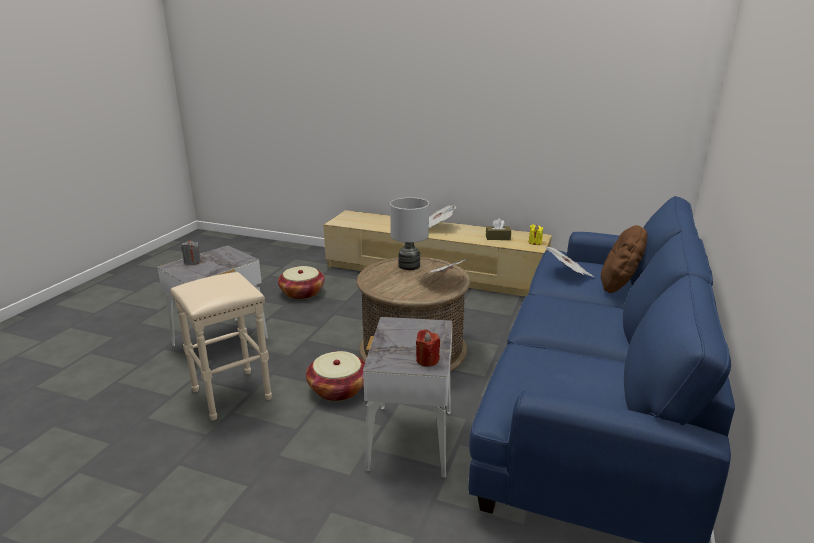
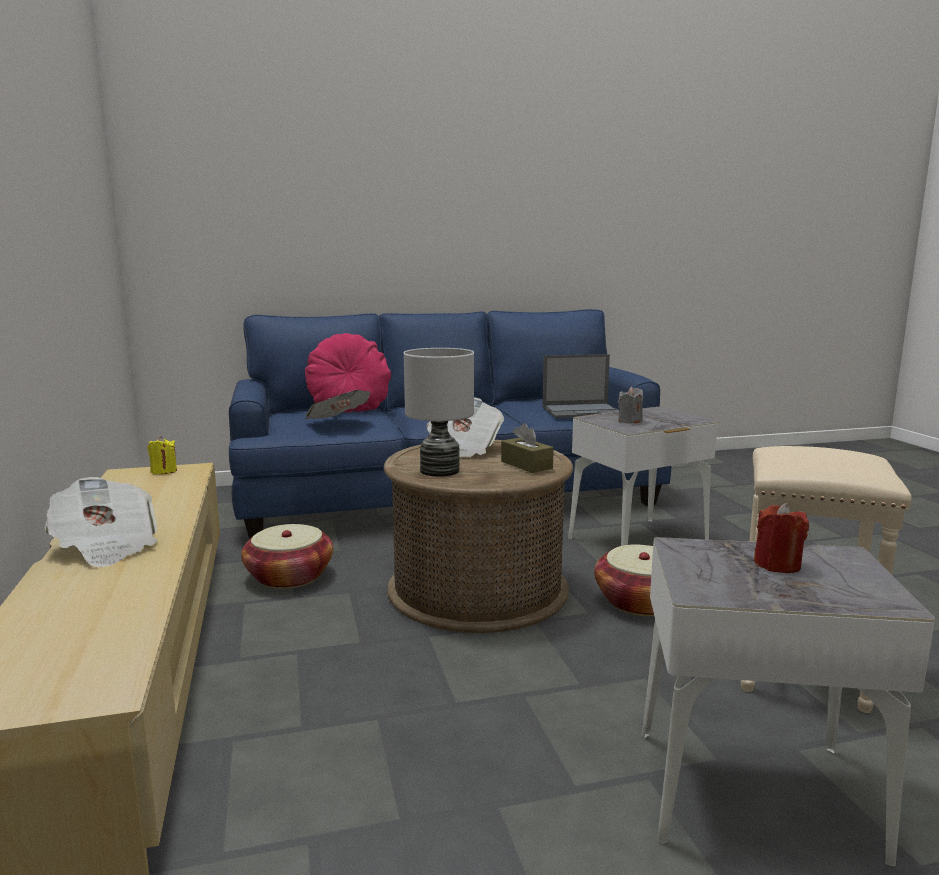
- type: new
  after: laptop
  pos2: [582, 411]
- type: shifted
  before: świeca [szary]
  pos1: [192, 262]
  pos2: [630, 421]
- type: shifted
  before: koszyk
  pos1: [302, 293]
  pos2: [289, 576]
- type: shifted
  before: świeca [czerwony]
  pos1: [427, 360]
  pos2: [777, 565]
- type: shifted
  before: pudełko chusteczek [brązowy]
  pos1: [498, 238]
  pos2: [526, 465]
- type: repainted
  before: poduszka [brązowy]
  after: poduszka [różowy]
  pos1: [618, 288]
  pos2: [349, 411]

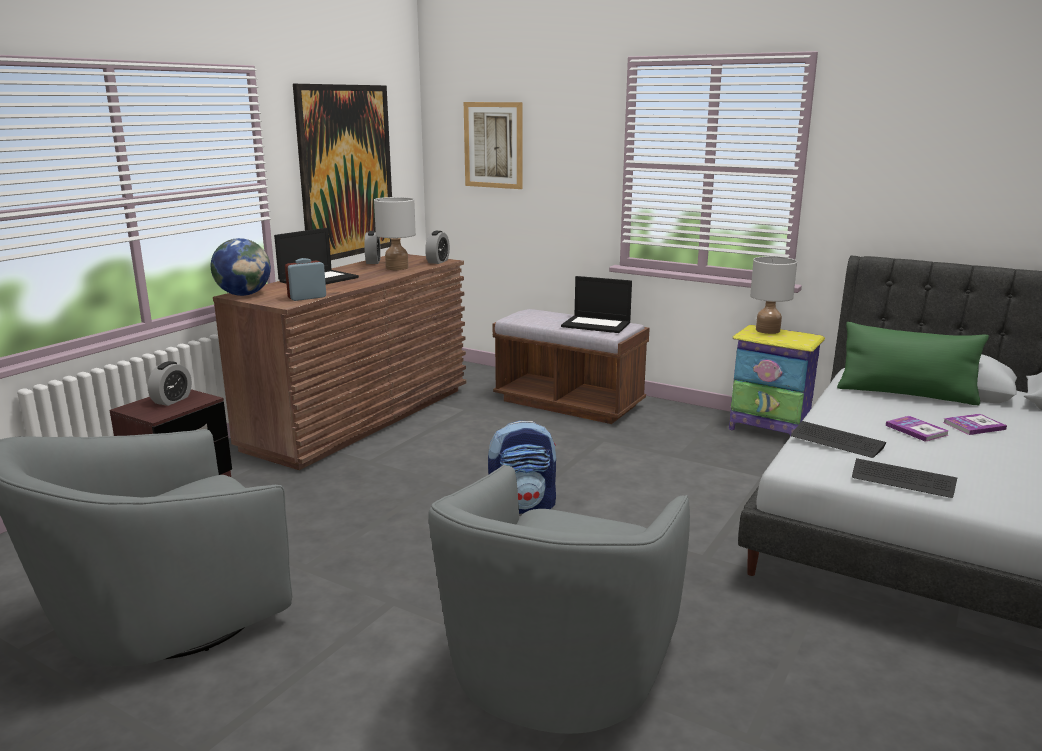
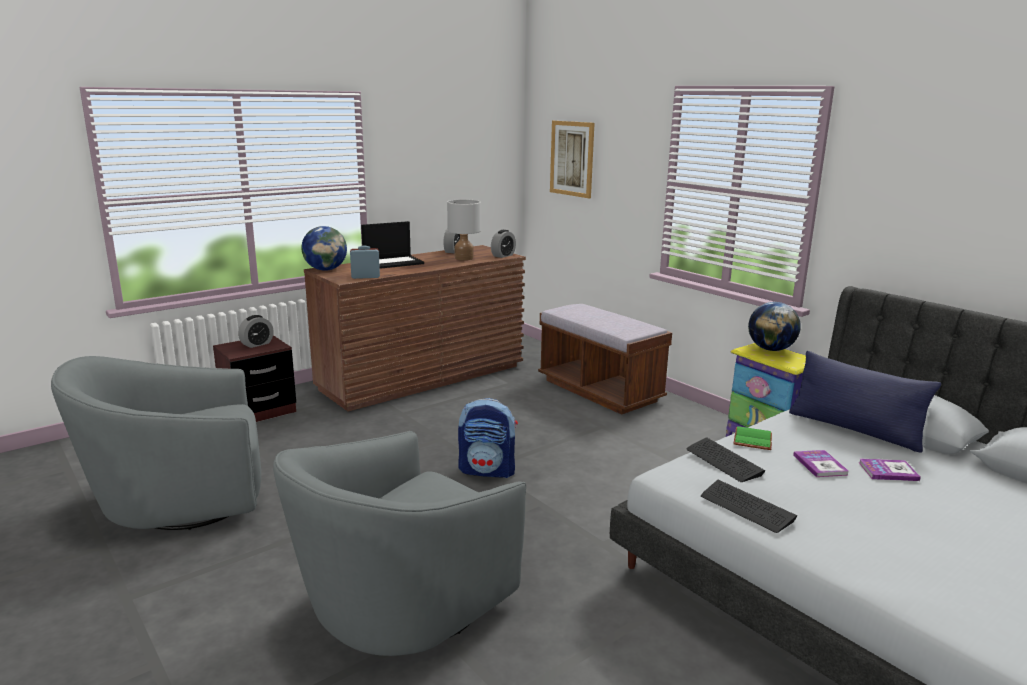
- type: gone
  before: obraz
  pos1: [346, 172]
- type: gone
  before: laptop
  pos1: [597, 324]
- type: new
  after: książka [zielony]
  pos2: [754, 440]
- type: swapped
  before: lampa stołowa [szary]
  after: globus
  pos1: [768, 330]
  pos2: [770, 349]
- type: repainted
  before: poduszka [zielony]
  after: poduszka [niebieski]
  pos1: [906, 394]
  pos2: [854, 429]

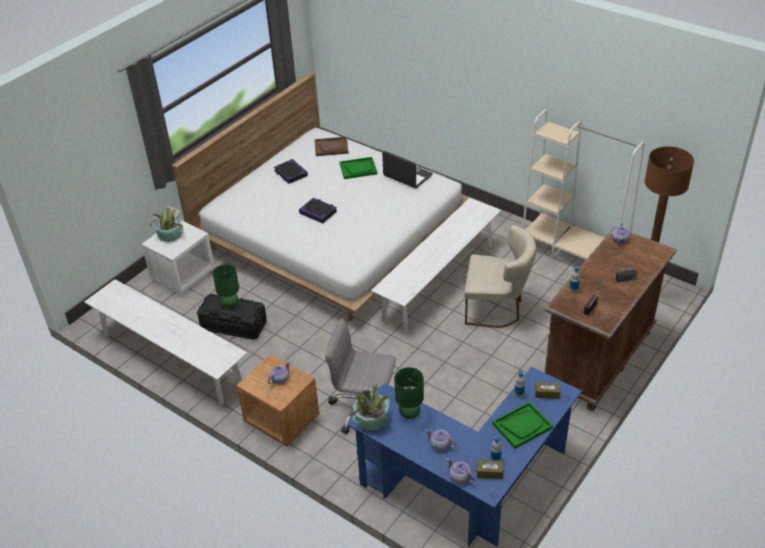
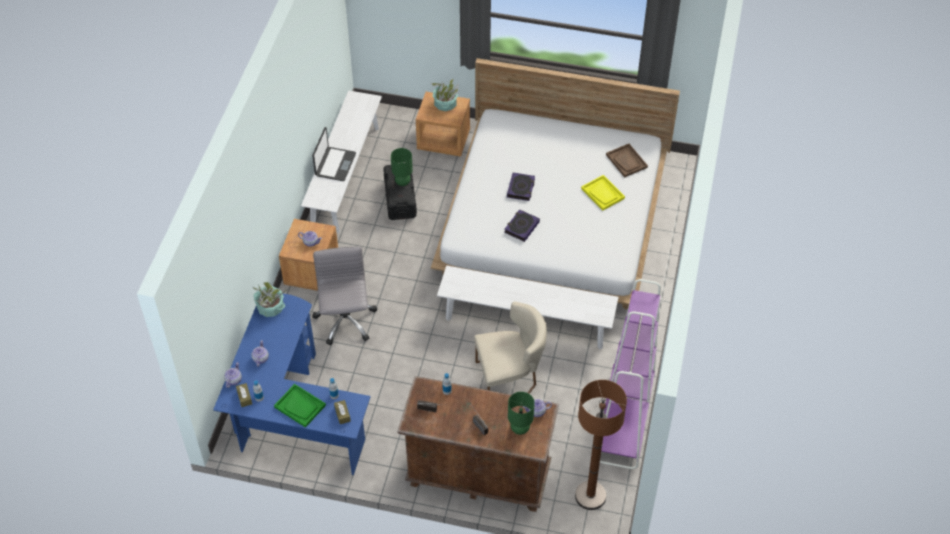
- type: shifted
  before: książka
  pos1: [290, 173]
  pos2: [521, 227]
- type: shifted
  before: laptop
  pos1: [407, 176]
  pos2: [335, 164]
- type: shifted
  before: lampa stołowa [zielony]
  pos1: [410, 413]
  pos2: [520, 428]
- type: repainted
  before: szafka nocna [biały]
  after: szafka nocna [brązowy]
  pos1: [183, 275]
  pos2: [444, 140]
- type: repainted
  before: taca [zielony]
  after: taca [żółty]
  pos1: [358, 169]
  pos2: [603, 193]
- type: repainted
  before: wieszak [beżowy]
  after: wieszak [fioletowy]
  pos1: [573, 253]
  pos2: [624, 420]
- type: rotated
  before: krzesło [beżowy]
  pos1: [496, 308]
  pos2: [510, 378]
  turn: -90

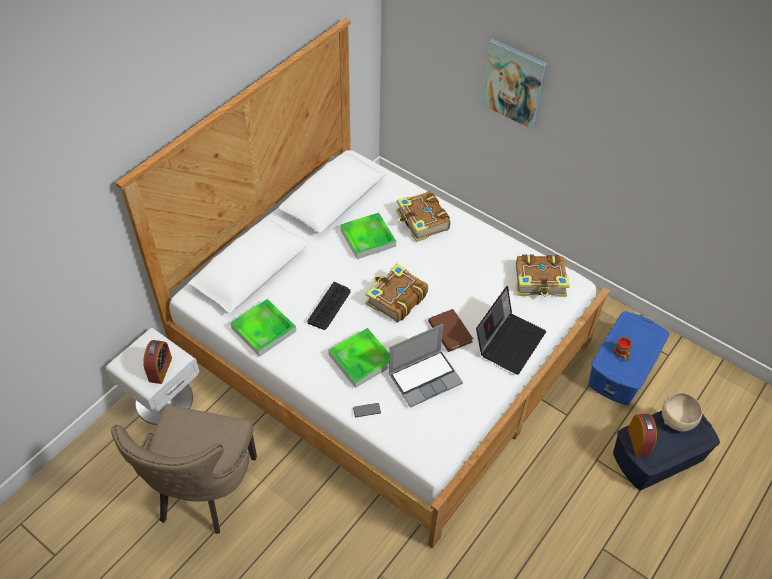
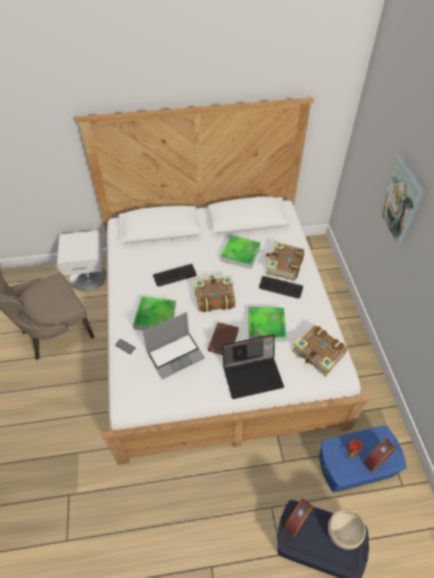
- type: new
  after: klawiatura
  pos2: [280, 287]
- type: shifted
  before: budzik
  pos1: [160, 369]
  pos2: [376, 459]
- type: shifted
  before: taca
  pos1: [263, 329]
  pos2: [266, 326]
- type: rotated
  before: laptop
  pos1: [425, 377]
  pos2: [175, 354]
  turn: -45

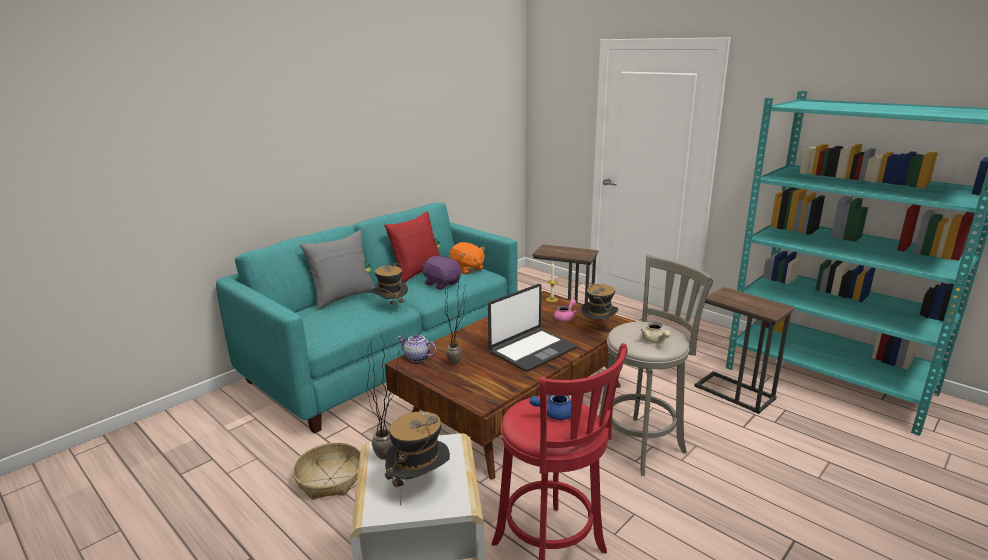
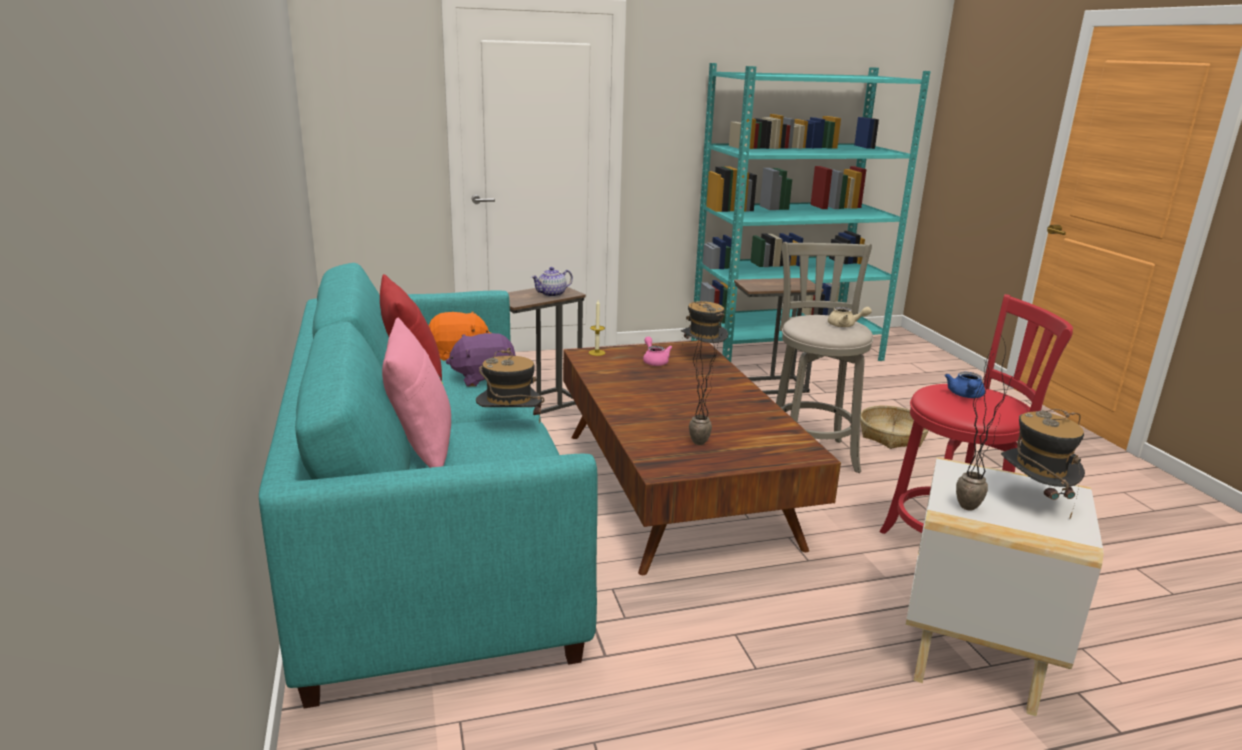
- type: gone
  before: laptop
  pos1: [532, 350]
- type: shifted
  before: koszyk
  pos1: [330, 478]
  pos2: [891, 436]
- type: shifted
  before: imbryk
  pos1: [417, 358]
  pos2: [552, 294]
- type: repainted
  before: poduszka [szary]
  after: poduszka [różowy]
  pos1: [343, 298]
  pos2: [421, 449]

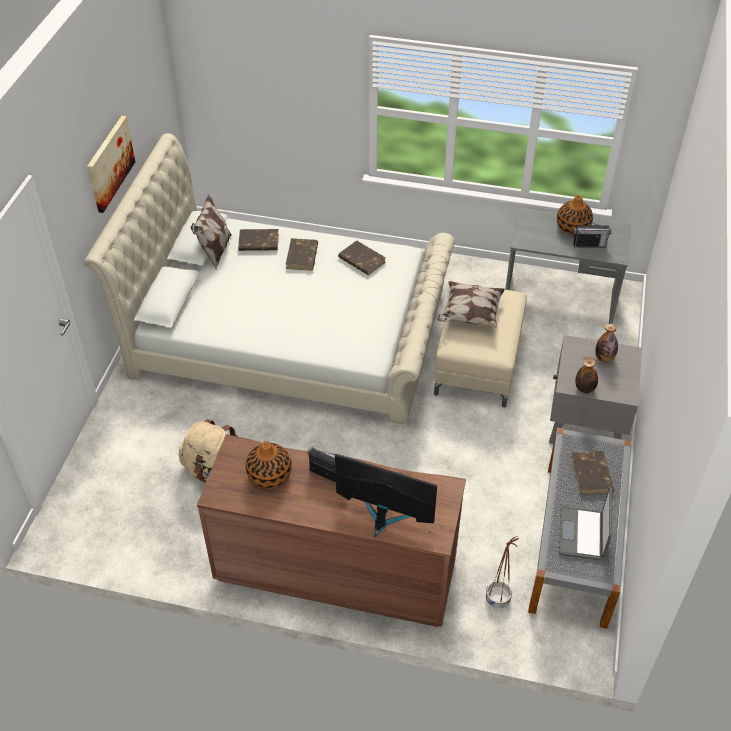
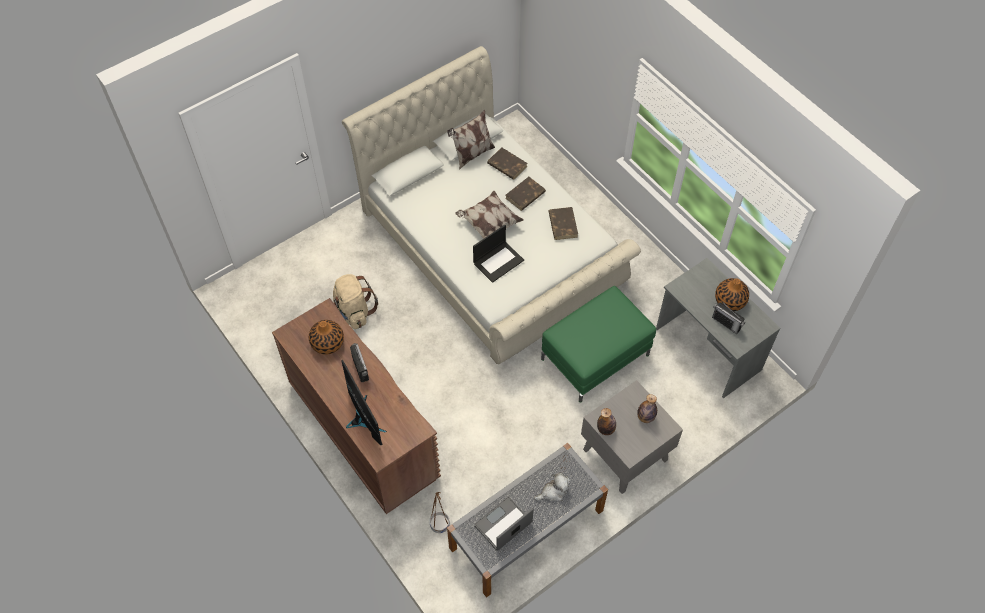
- type: gone
  before: obraz
  pos1: [109, 163]
- type: new
  after: laptop
  pos2: [498, 261]
- type: shifted
  before: poduszka
  pos1: [470, 314]
  pos2: [489, 223]
- type: swapped
  before: książka [brązowy]
  after: pluszak
  pos1: [591, 475]
  pos2: [553, 491]
- type: repainted
  before: pufa [beżowy]
  after: pufa [zielony]
  pos1: [477, 363]
  pos2: [595, 356]

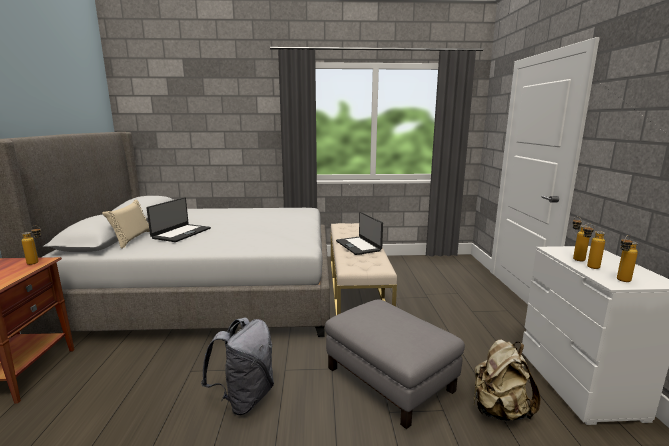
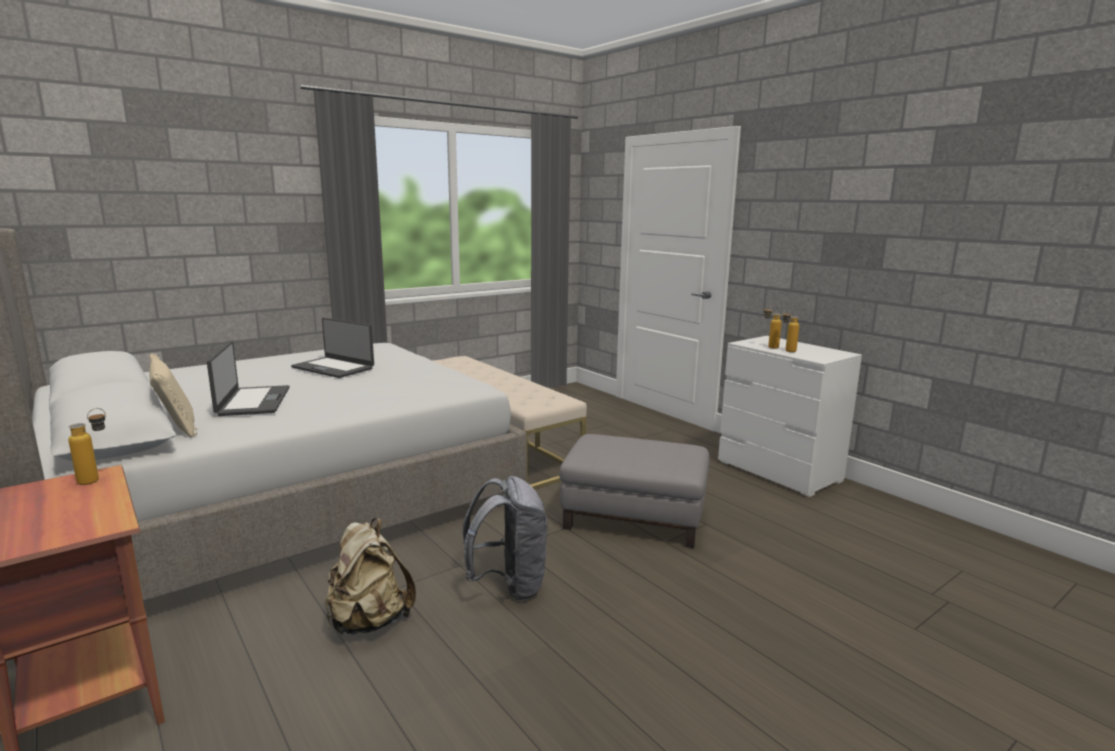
- type: gone
  before: butelka
  pos1: [621, 281]
- type: shifted
  before: laptop
  pos1: [358, 246]
  pos2: [334, 368]
- type: shifted
  before: plecak [beżowy]
  pos1: [499, 410]
  pos2: [369, 621]

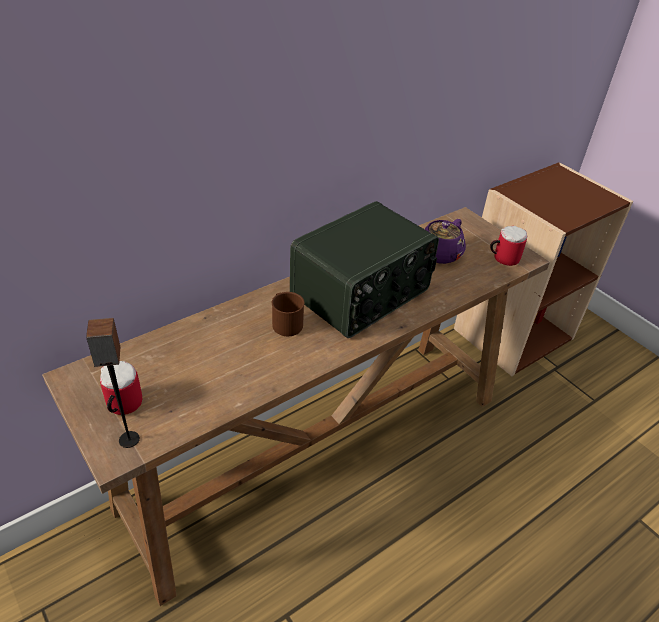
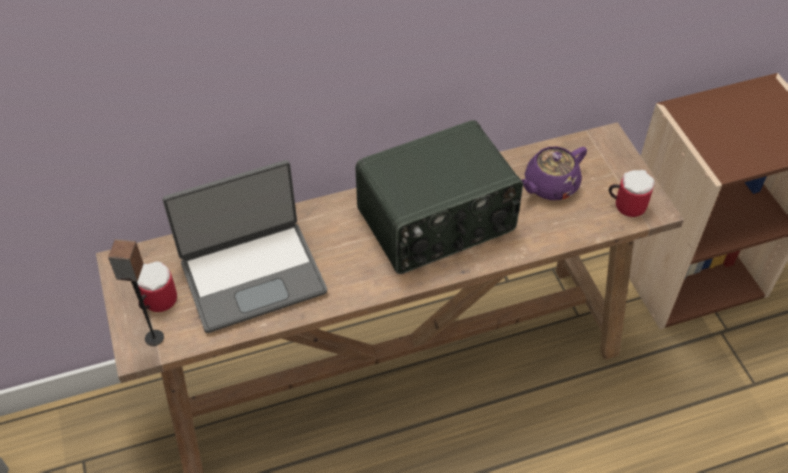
- type: gone
  before: kubek [brązowy]
  pos1: [285, 322]
- type: new
  after: laptop
  pos2: [252, 275]

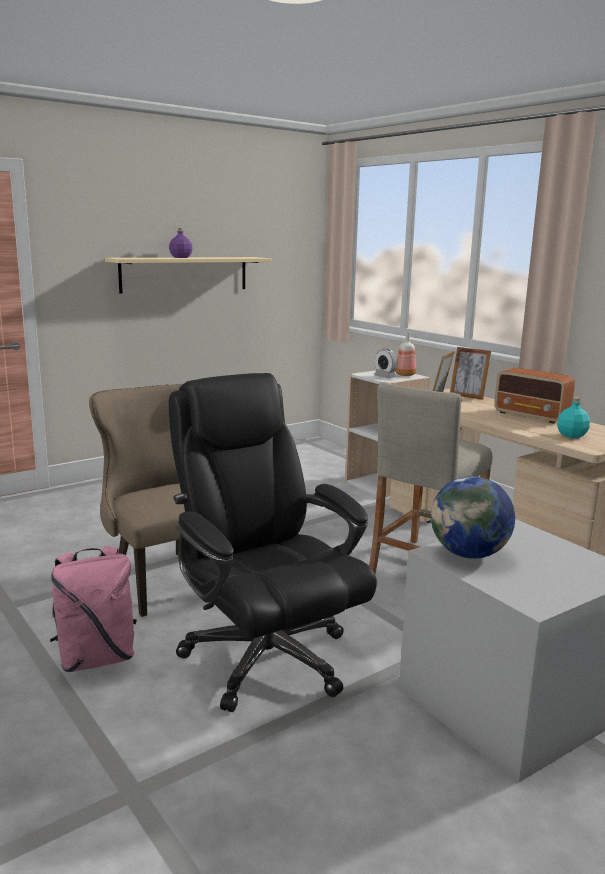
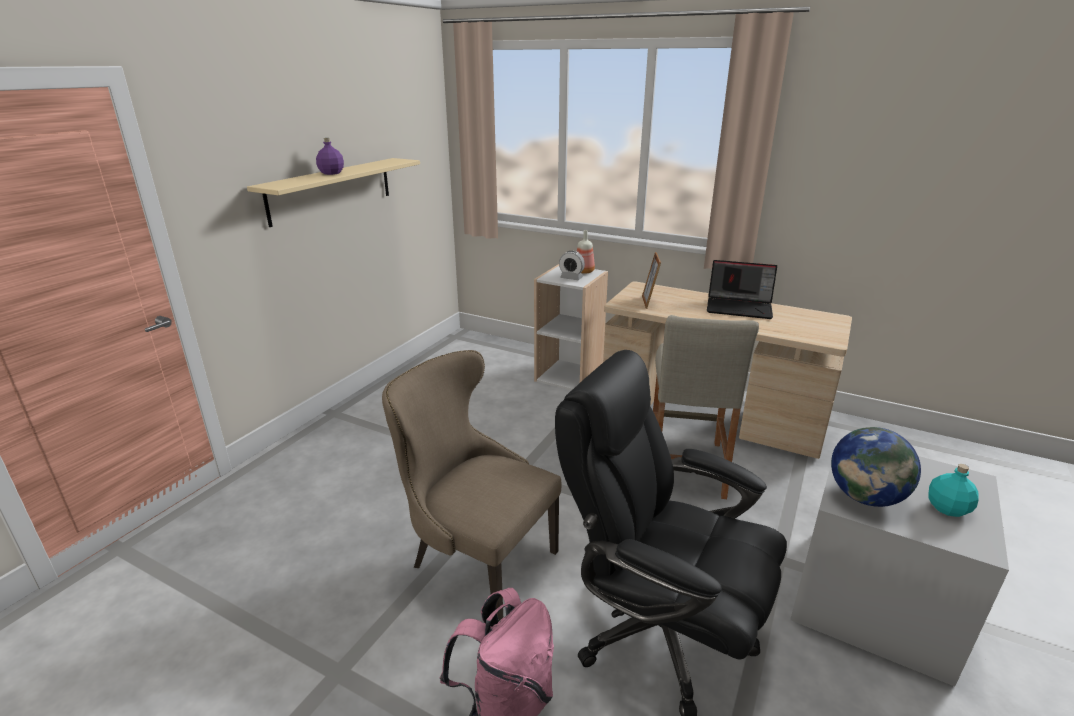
- type: gone
  before: ramka na zdjęcie
  pos1: [468, 396]
- type: shifted
  before: butelka [turkusowy]
  pos1: [571, 435]
  pos2: [946, 508]
- type: swapped
  before: radio
  after: laptop
  pos1: [531, 416]
  pos2: [740, 307]

